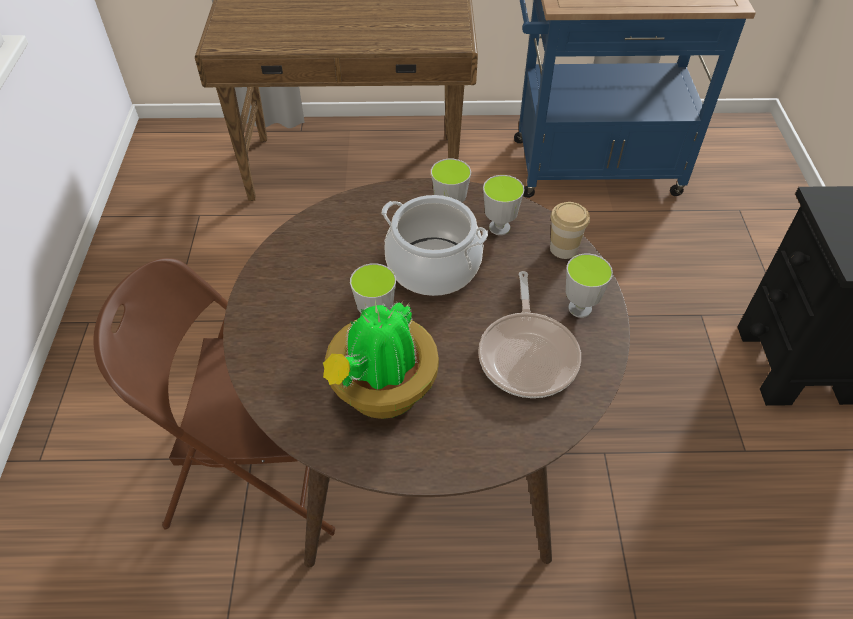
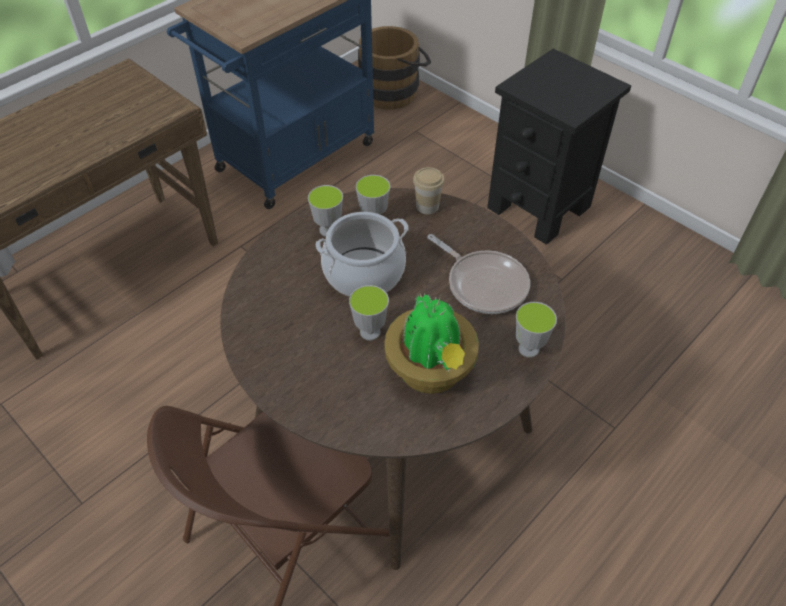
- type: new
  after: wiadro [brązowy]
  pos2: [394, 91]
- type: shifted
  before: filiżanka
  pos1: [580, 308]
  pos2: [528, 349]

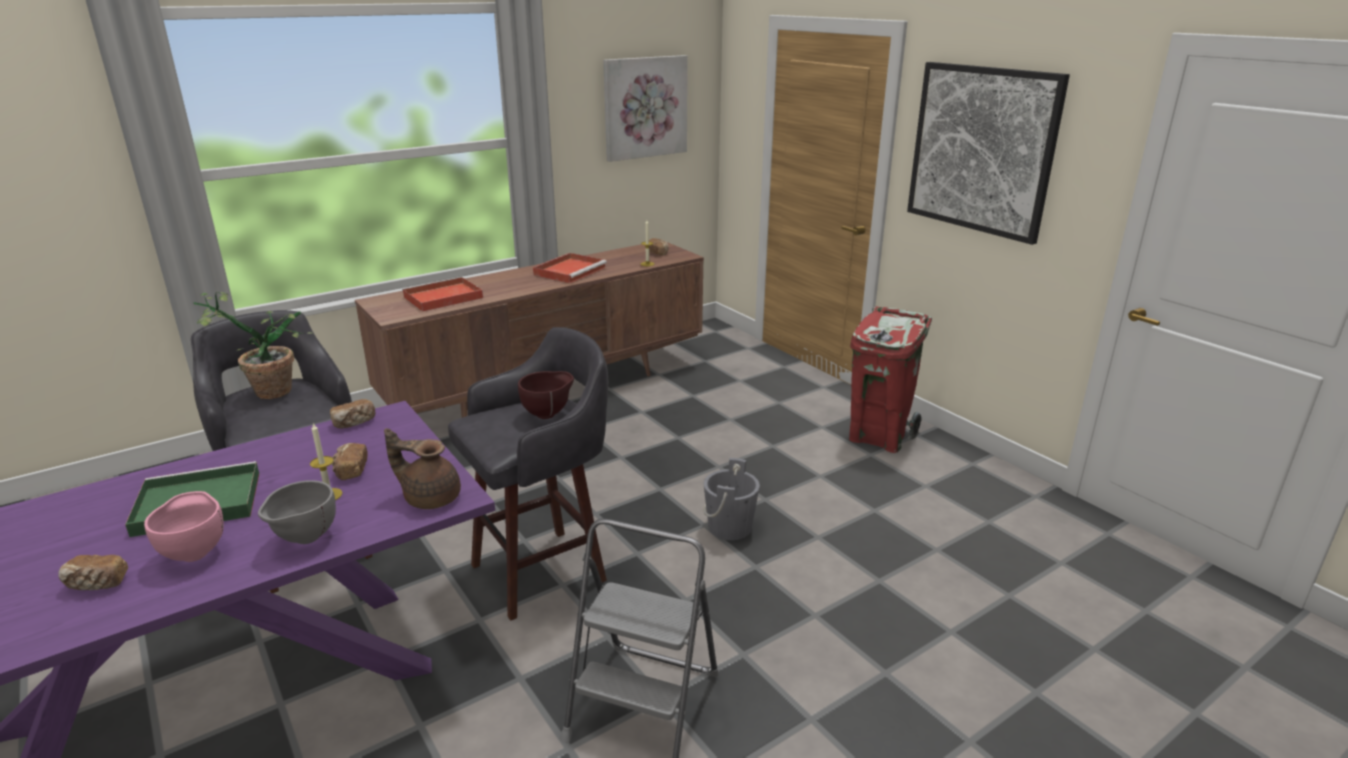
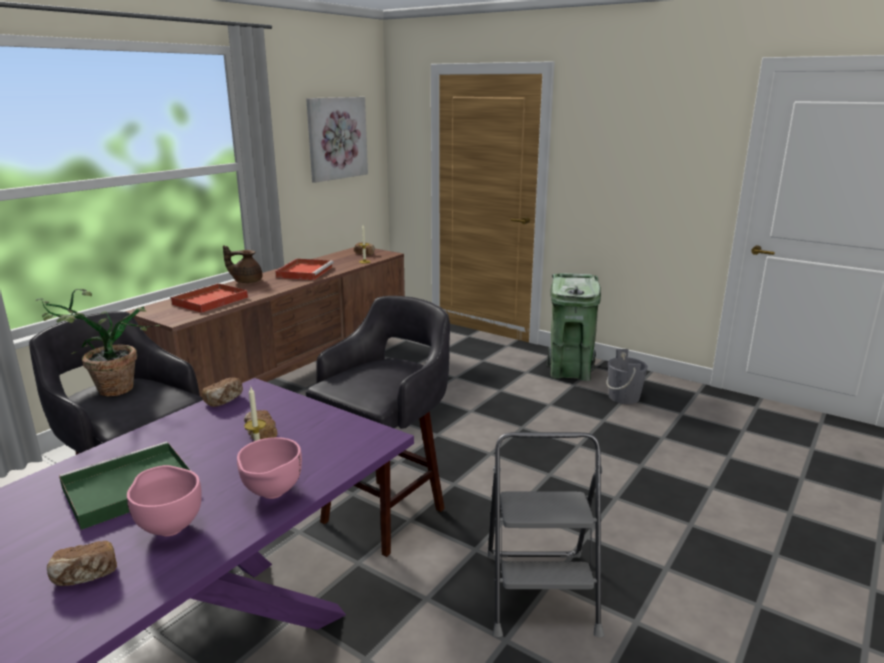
- type: gone
  before: miska [brązowy]
  pos1: [548, 414]
- type: gone
  before: obraz
  pos1: [982, 150]
- type: shifted
  before: imbryk [brązowy]
  pos1: [430, 497]
  pos2: [246, 281]
- type: shifted
  before: wiadro [szary]
  pos1: [730, 527]
  pos2: [624, 397]
- type: repainted
  before: miska [szary]
  after: miska [różowy]
  pos1: [304, 539]
  pos2: [271, 495]
- type: repainted
  before: kosz na śmieci [czerwony]
  after: kosz na śmieci [zielony]
  pos1: [879, 436]
  pos2: [570, 372]

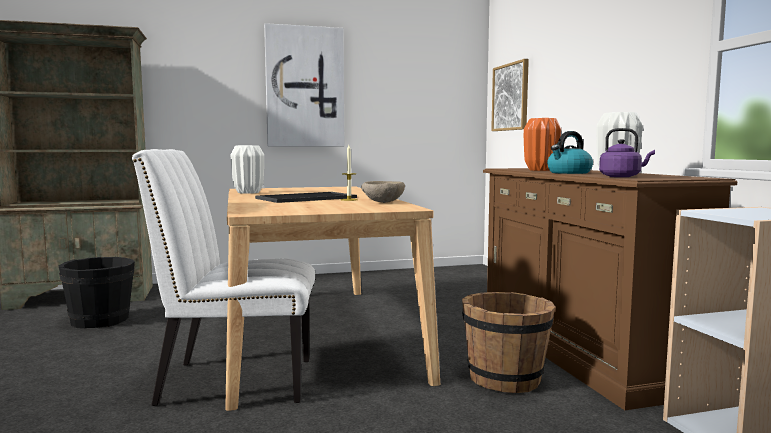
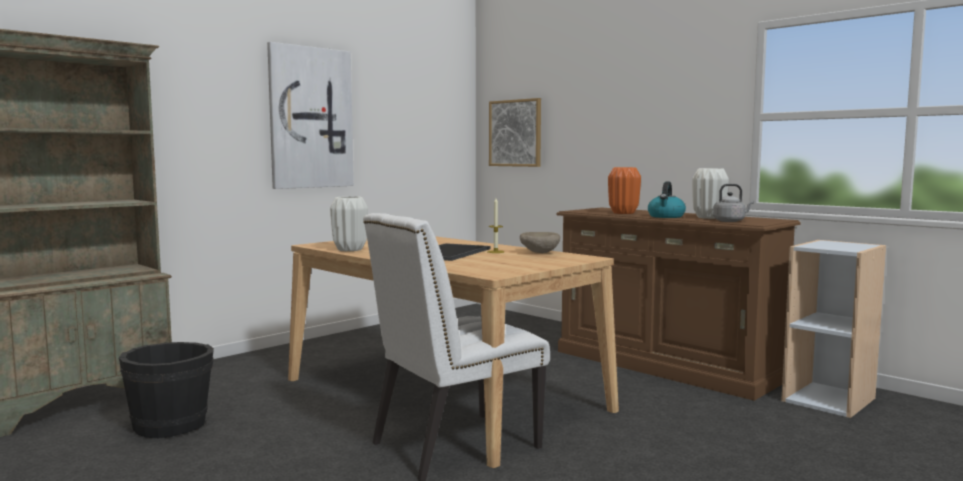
- type: gone
  before: wiadro [brązowy]
  pos1: [505, 378]
- type: repainted
  before: czajnik [fioletowy]
  after: czajnik [szary]
  pos1: [622, 176]
  pos2: [730, 221]

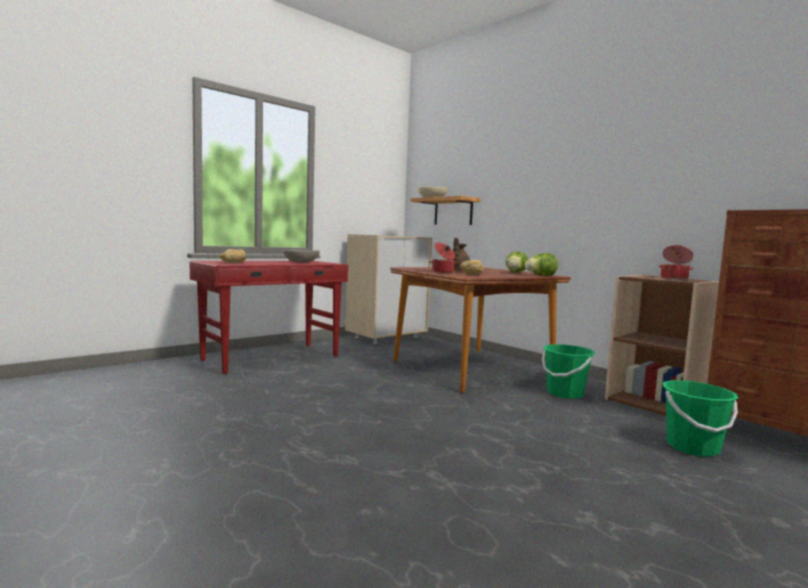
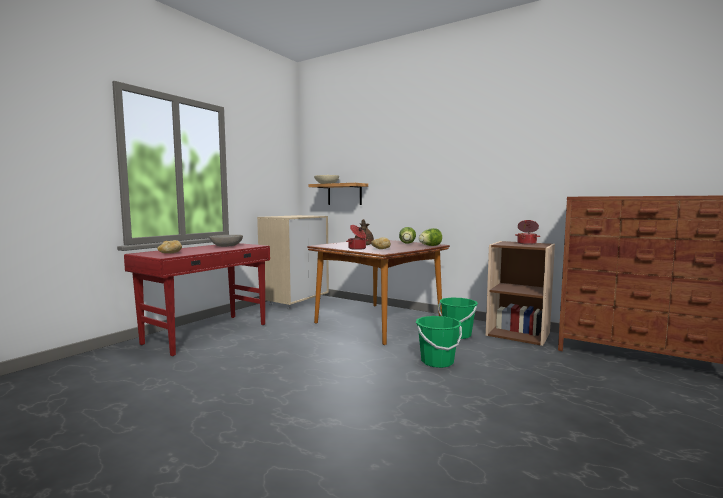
- type: shifted
  before: wiadro [zielony]
  pos1: [692, 447]
  pos2: [437, 361]

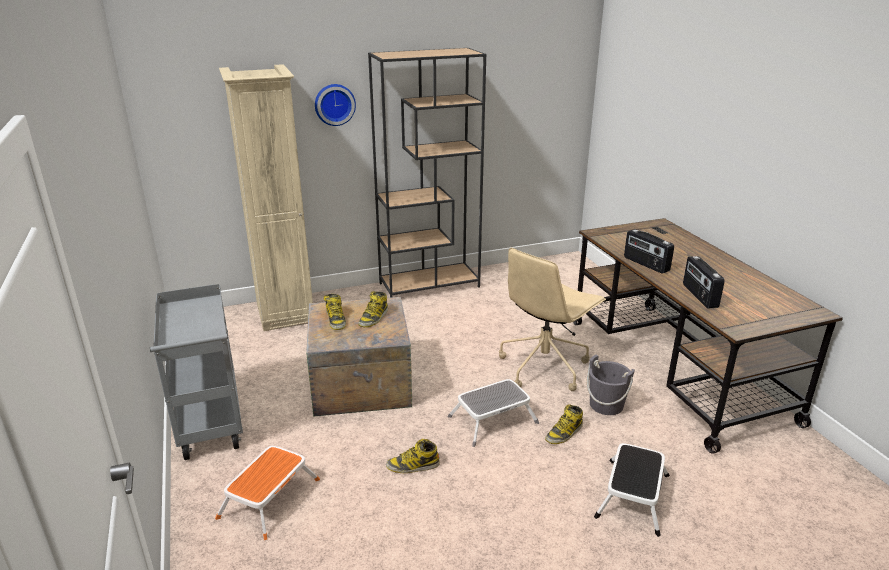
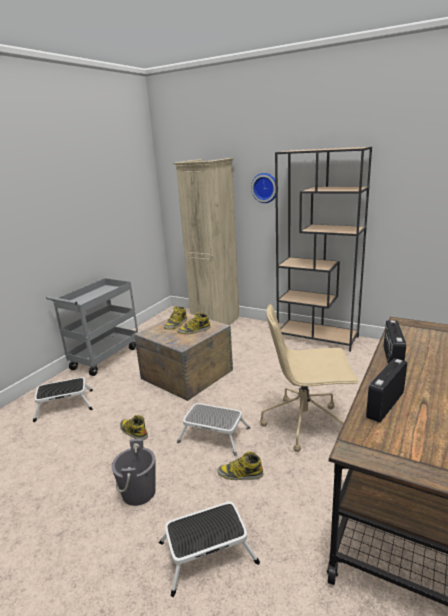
- type: shifted
  before: wiadro [szary]
  pos1: [606, 405]
  pos2: [139, 492]
- type: repainted
  before: drabinka [pomarańczowy]
  after: drabinka [czarny]
  pos1: [270, 498]
  pos2: [64, 405]

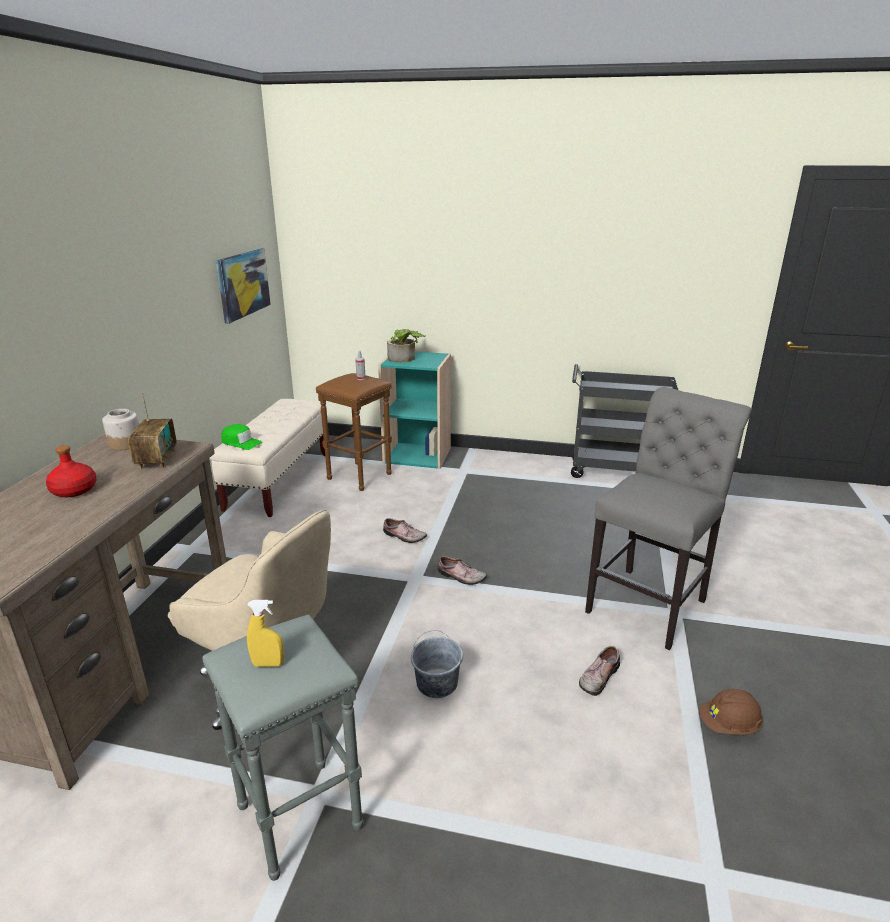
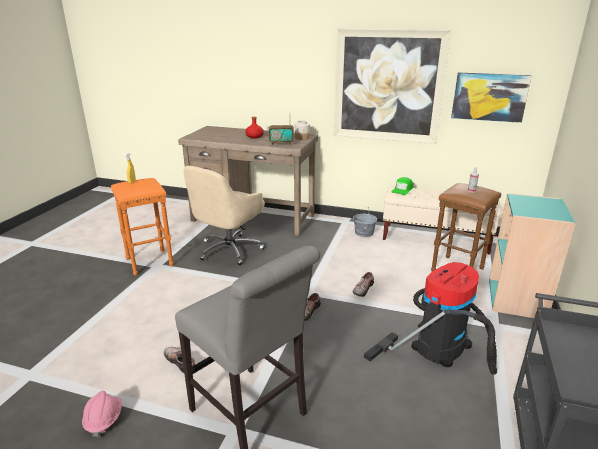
- type: gone
  before: roślina doniczkowa
  pos1: [404, 359]
- type: new
  after: obraz
  pos2: [388, 86]
- type: new
  after: odkurzacz
  pos2: [443, 342]
- type: shifted
  before: wiadro [szary]
  pos1: [436, 683]
  pos2: [364, 233]
- type: repainted
  before: stołek [szary]
  after: stołek [pomarańczowy]
  pos1: [300, 813]
  pos2: [150, 262]
- type: repainted
  before: kask [brązowy]
  after: kask [różowy]
  pos1: [729, 725]
  pos2: [104, 420]

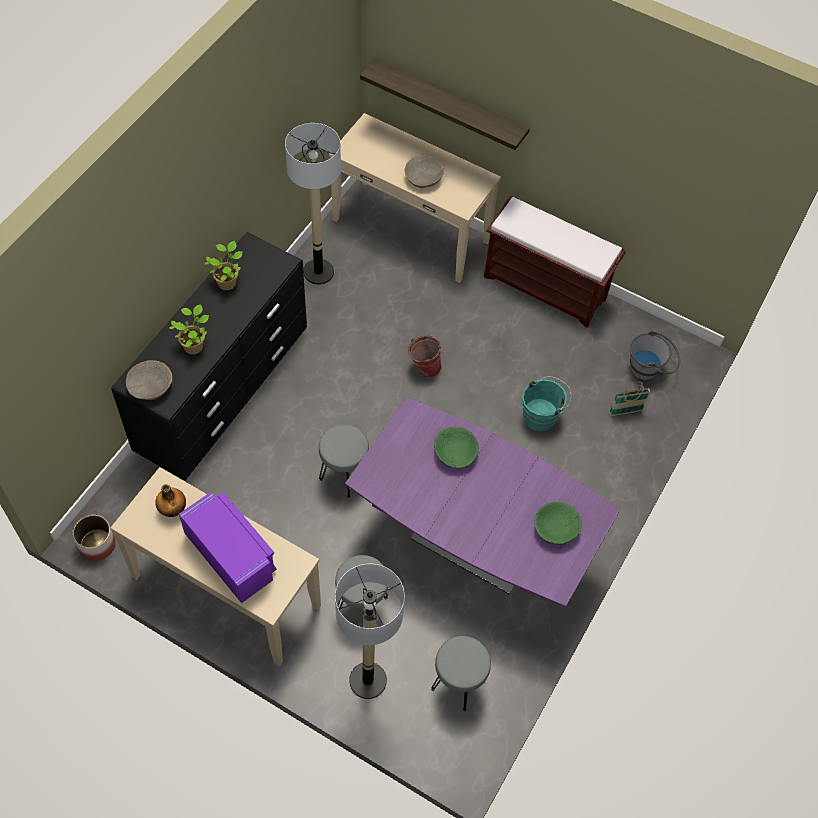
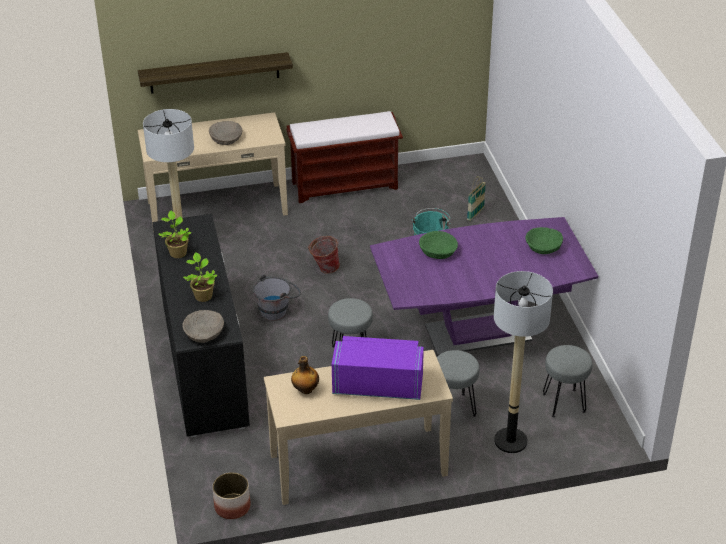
- type: shifted
  before: wiadro [szary]
  pos1: [649, 369]
  pos2: [278, 310]

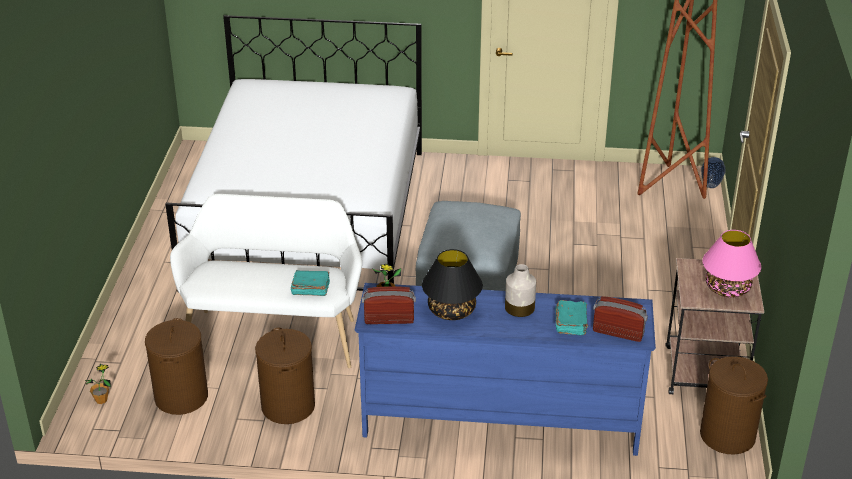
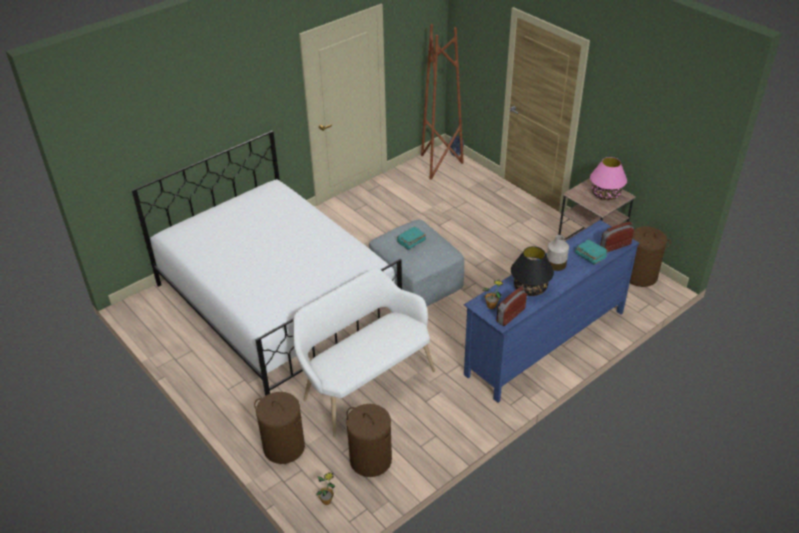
- type: shifted
  before: kosz na pranie [brązowy]
  pos1: [288, 406]
  pos2: [283, 447]
- type: shifted
  before: książka [turkusowy]
  pos1: [310, 289]
  pos2: [411, 242]

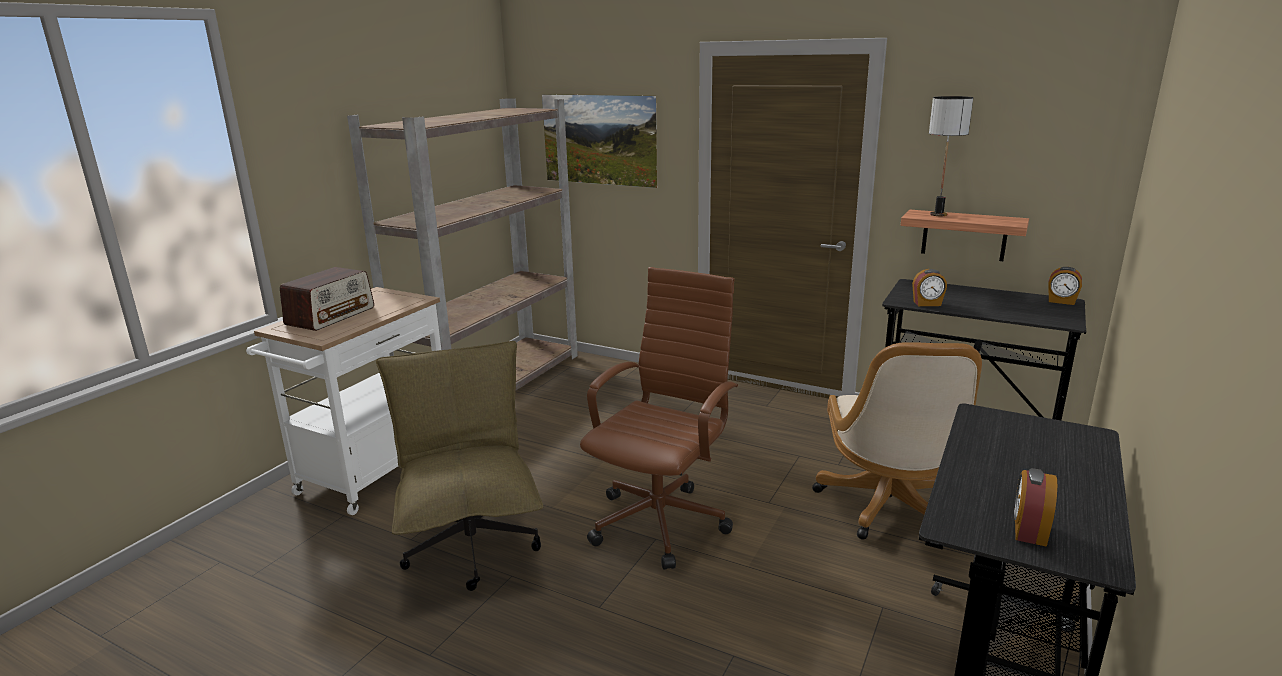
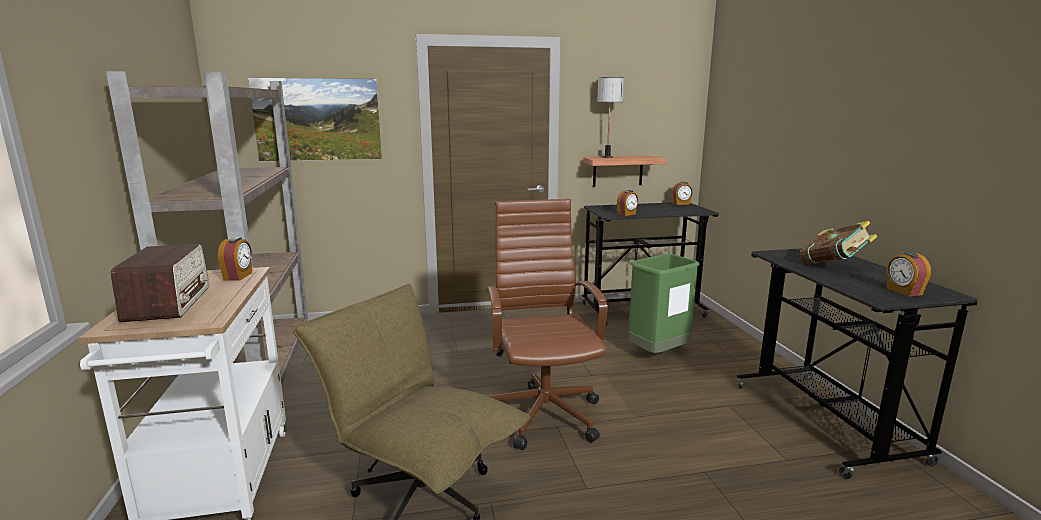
- type: new
  after: budzik
  pos2: [238, 276]
- type: new
  after: książka
  pos2: [833, 266]
- type: swapped
  before: krzesło biurowe
  after: kosz na śmieci [zielony]
  pos1: [890, 510]
  pos2: [658, 354]

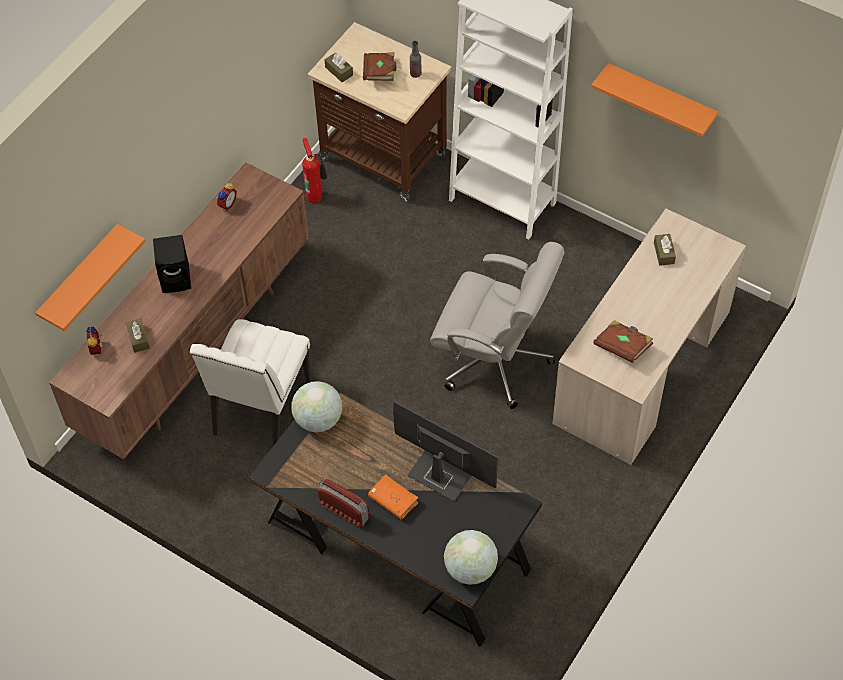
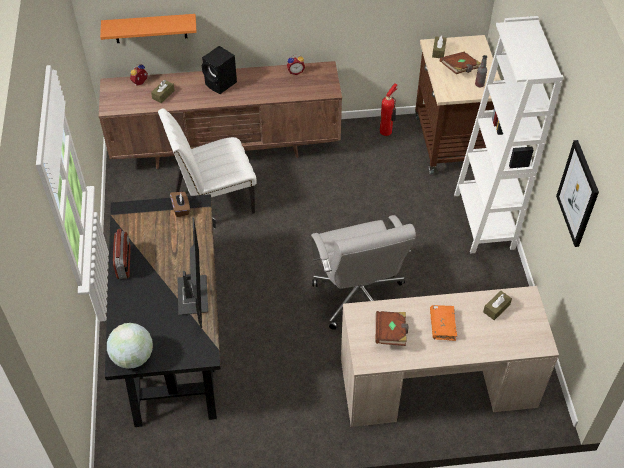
- type: shifted
  before: książka [pomarańczowy]
  pos1: [393, 500]
  pos2: [442, 325]
- type: swapped
  before: globus
  after: pudełko chusteczek [brązowy]
  pos1: [318, 420]
  pos2: [181, 208]
- type: swapped
  before: półka [pomarańczowy]
  after: obraz
  pos1: [660, 100]
  pos2: [578, 194]

